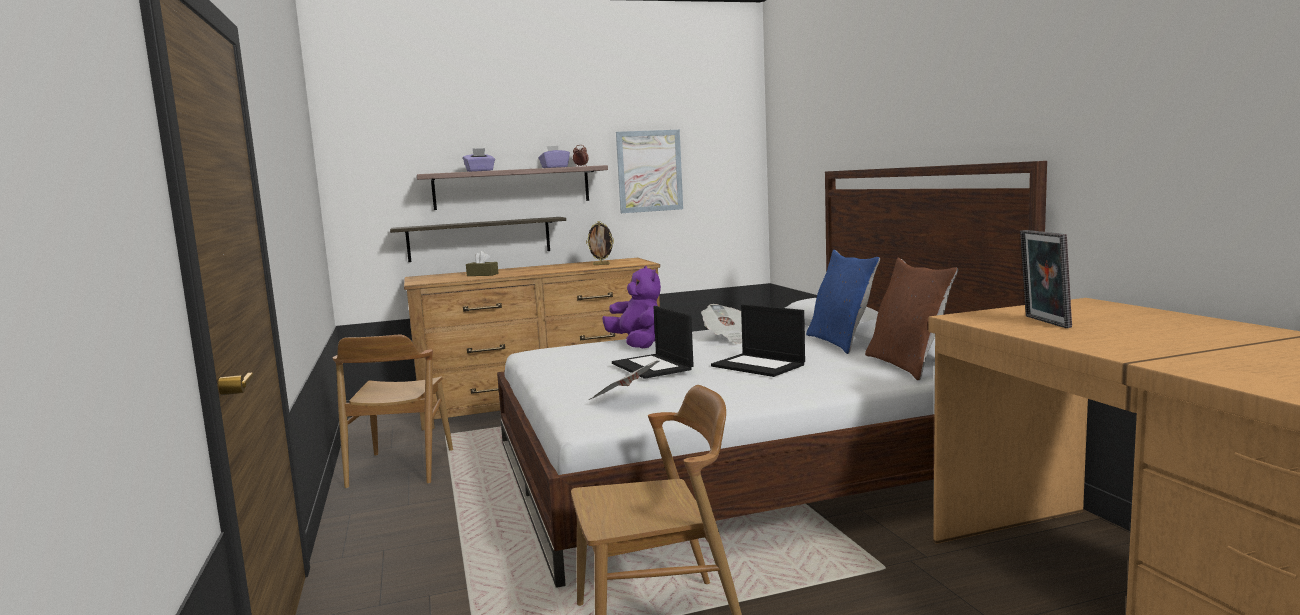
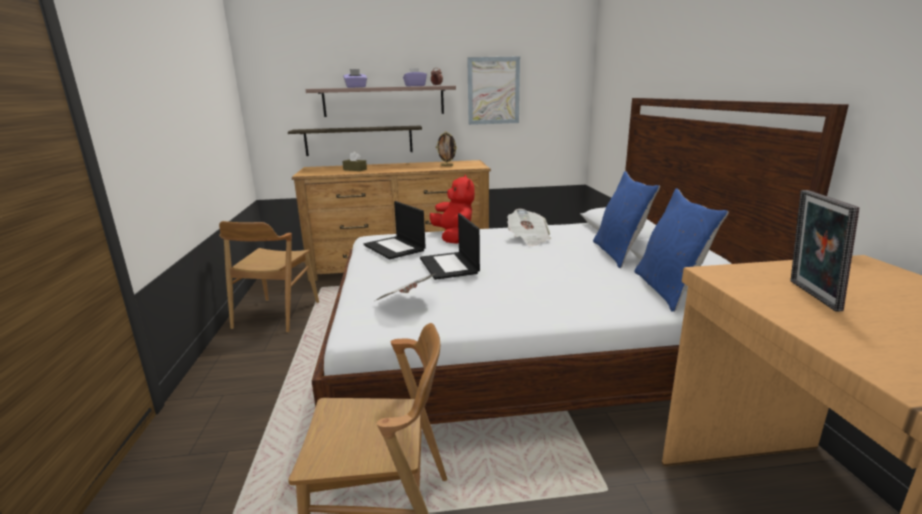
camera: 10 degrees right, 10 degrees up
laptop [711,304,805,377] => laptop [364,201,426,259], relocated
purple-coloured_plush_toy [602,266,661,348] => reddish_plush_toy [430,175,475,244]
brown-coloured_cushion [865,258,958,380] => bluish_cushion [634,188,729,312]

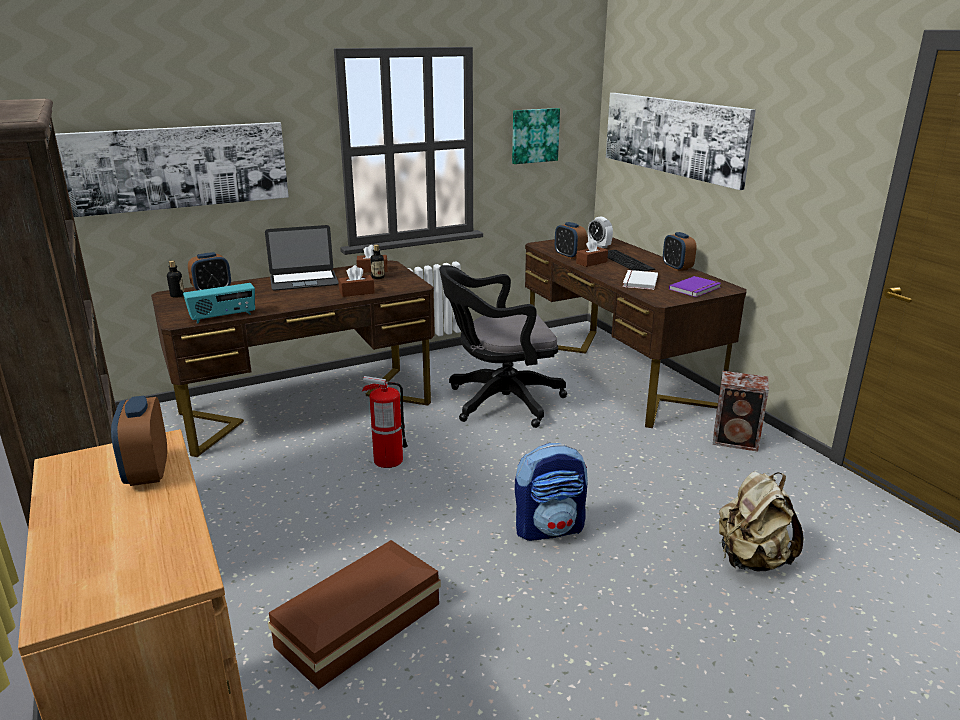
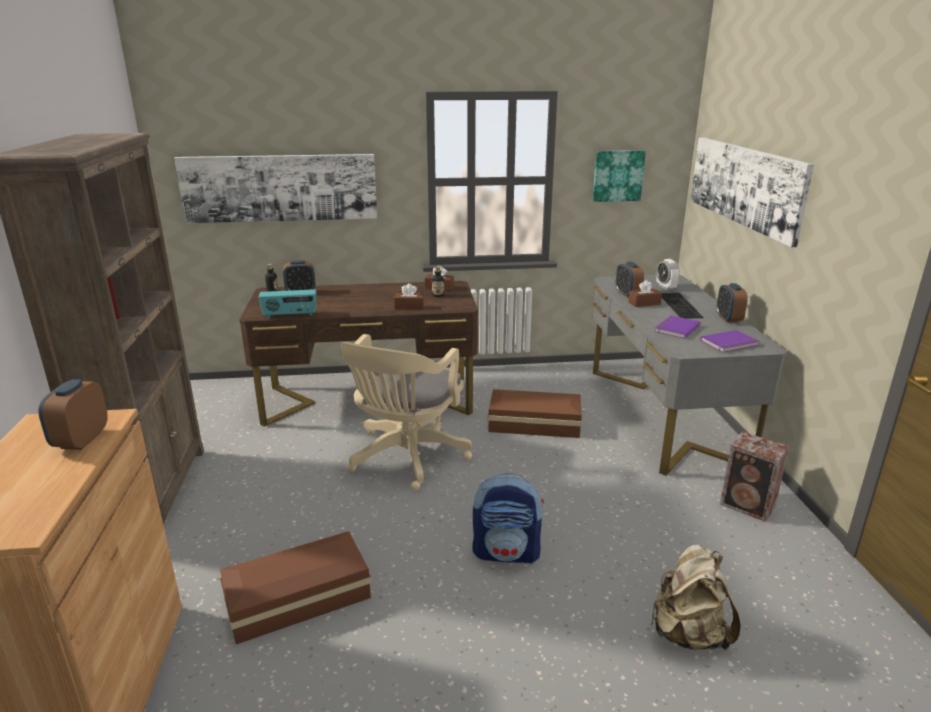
camera: 20 degrees right, 0 degrees up
laptop [265,225,339,290] => nothing
extinguisher [362,376,408,468] => beige_office_chair [340,334,472,490]
black_office_chair [439,265,567,428] => brown-coloured_storage_container [488,389,582,438]
brown-coloured_desk_unit [525,235,747,428] => greyish_desk_unit [592,275,787,476]
white_book [623,270,658,290] => purple-coloured_book [655,315,700,339]

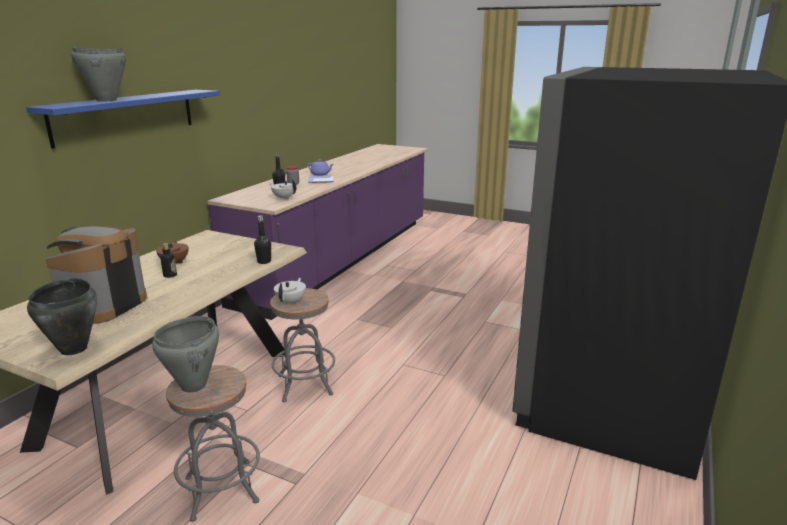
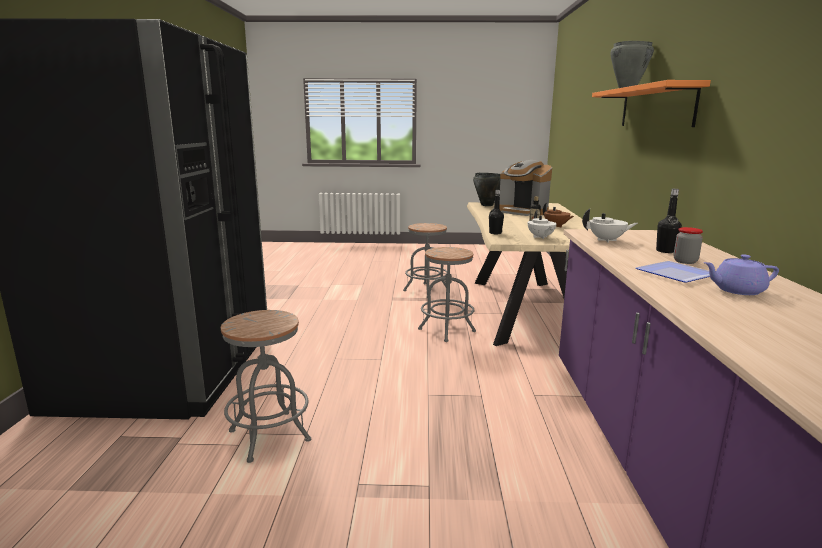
camera: 155 degrees right, 5 degrees down
greyish_saucepot [152,316,219,393] => nothing
nothing => greyish_sitting_stool [221,310,311,463]
white_teapot [274,278,306,305] => white_teapot [528,210,556,239], relocated
bluish_shelf [26,90,220,149] => orange-coloured_shelf [592,80,711,127]
coffee_machine [45,226,147,324] => coffee_machine [499,160,552,216], 135 degrees clockwise

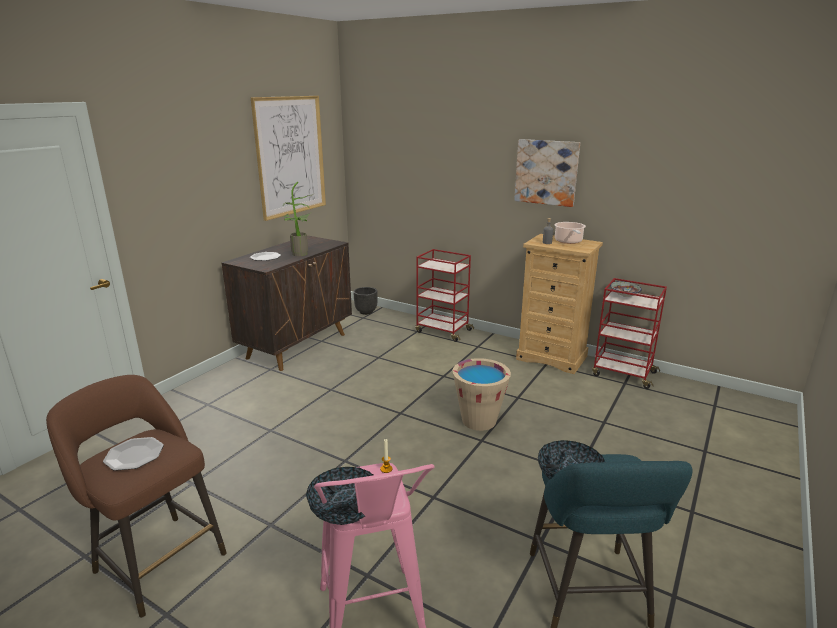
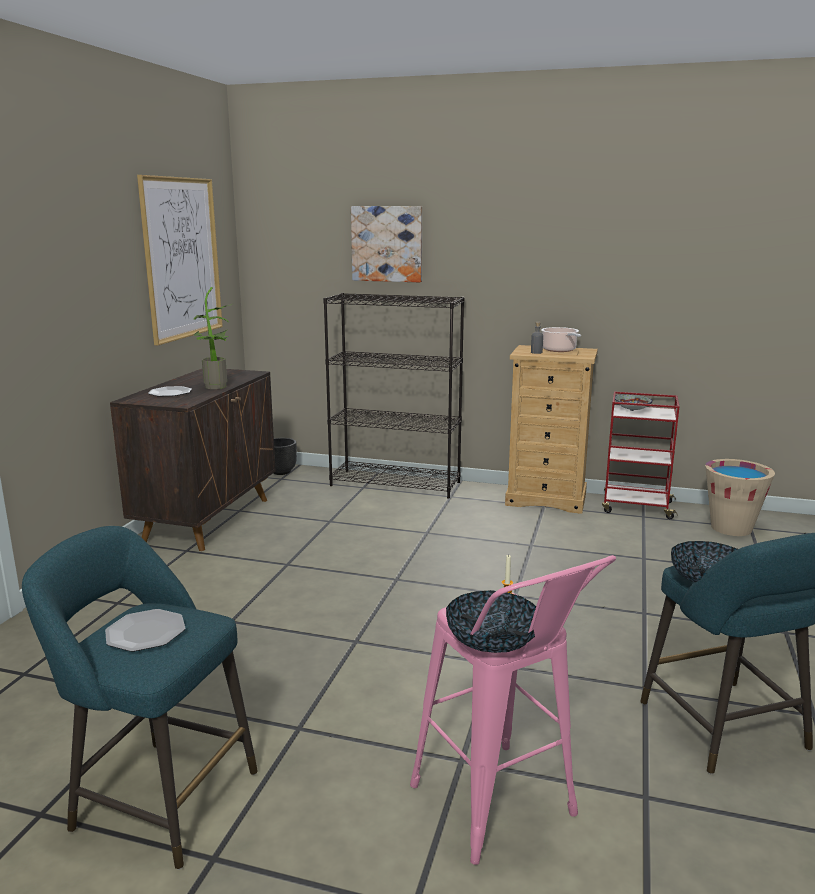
camera: 15 degrees left, 5 degrees down
beige_pail [452,358,511,431] => beige_pail [705,459,775,536], relocated
picture [514,139,580,207] => picture [351,206,422,283], relocated
reddish_cart [415,249,474,342] => black_bookshelf [323,293,464,499]
brown-coloured_sitting_stool [46,375,227,618] => turquoise_sitting_stool [22,526,258,870]

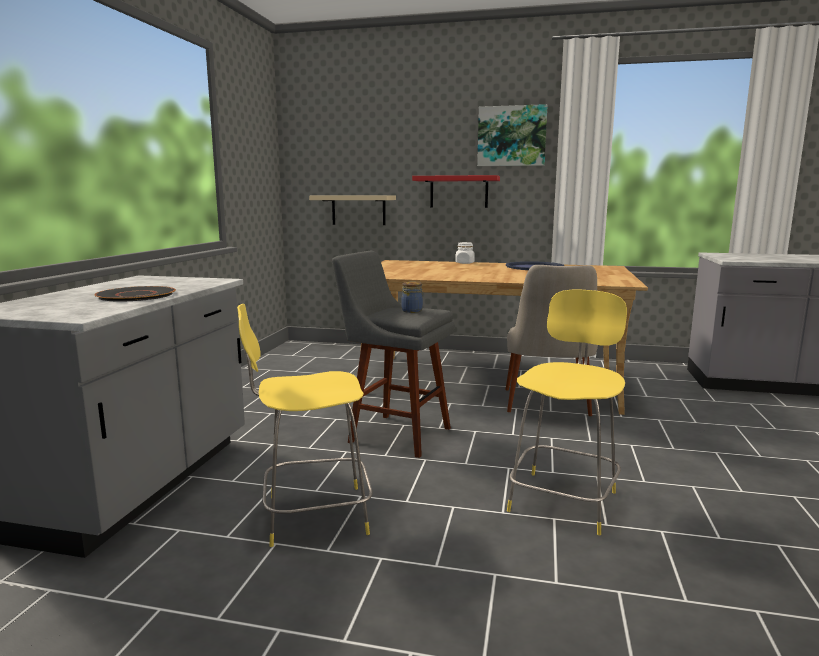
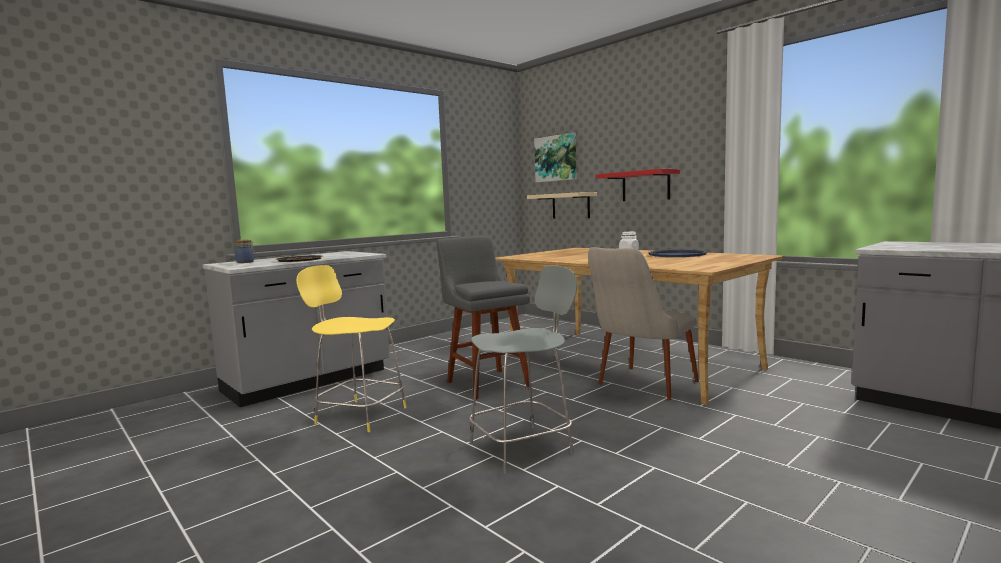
camera: 35 degrees right, 5 degrees down
preserve_jar [401,281,423,313] => preserve_jar [235,239,255,263], relocated
picture [477,104,548,166] => picture [534,132,576,182], relocated
yellowish_sitting_stool [507,290,627,535] => greyish_sitting_stool [469,265,578,474]

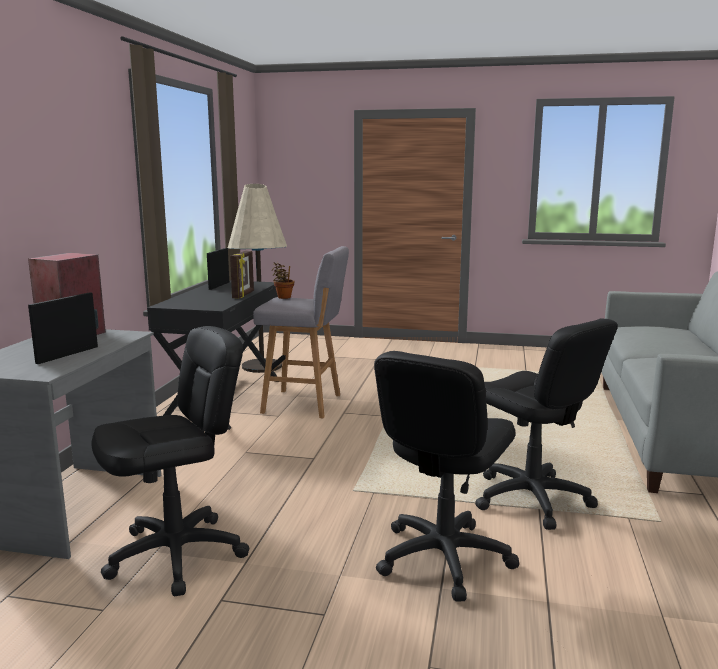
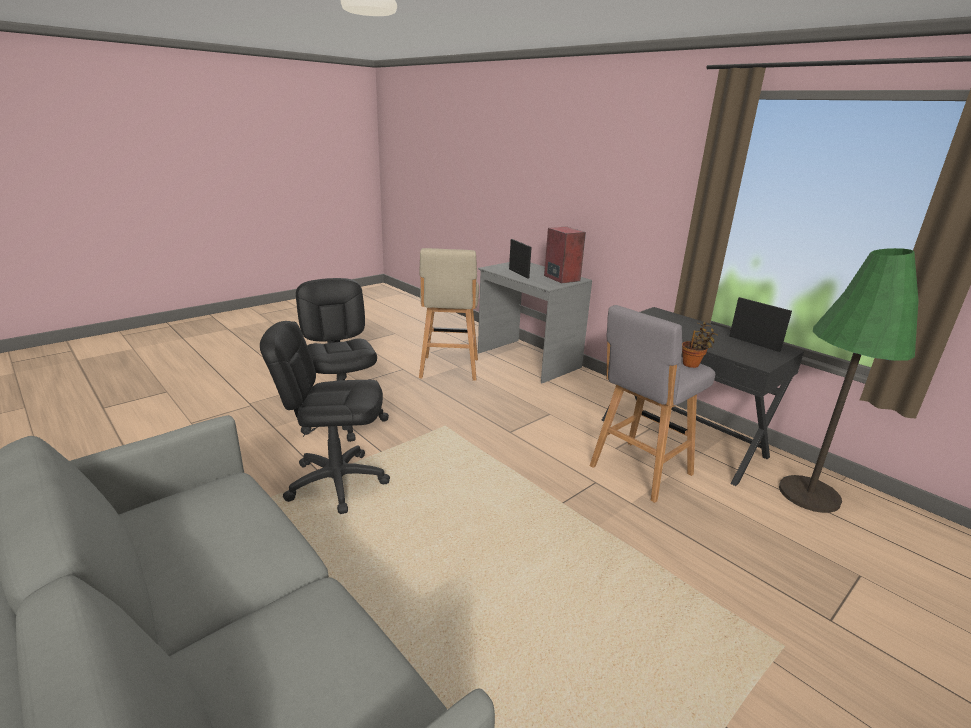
camera: 125 degrees right, 10 degrees up
photo_frame [230,251,254,298] => nothing
black_office_chair [92,326,249,596] => beige_sitting_stool [419,248,479,381]
beige_standard_lamp [228,184,287,373] => green_standard_lamp [779,248,918,513]

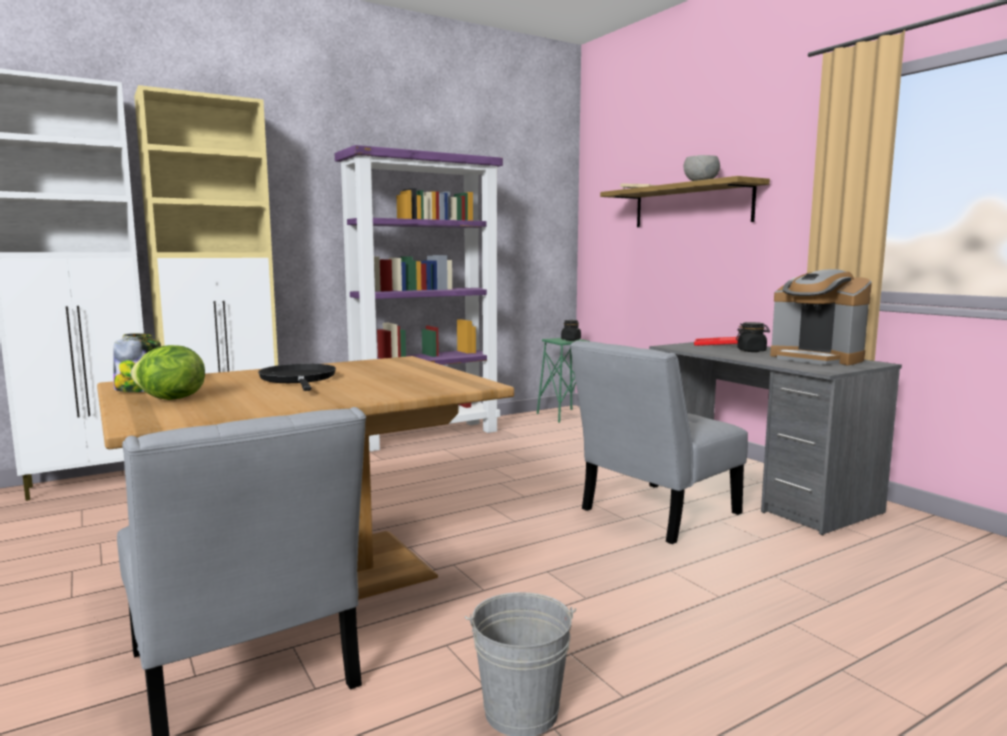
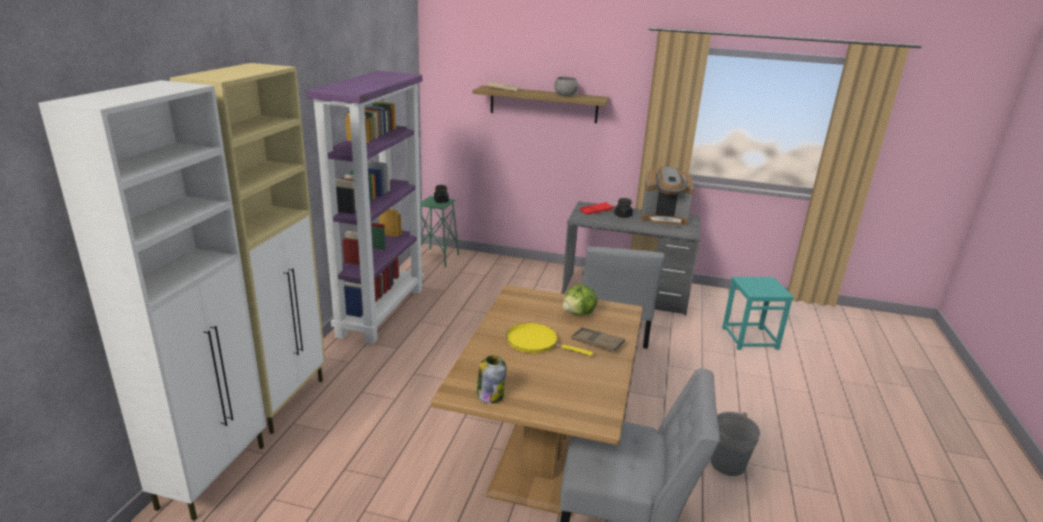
camera: 45 degrees left, 15 degrees up
nothing => brown-coloured_carrying_tray [571,327,625,352]
nothing => turquoise_sitting_stool [722,277,794,350]
head_of_lettuce [131,345,205,400] => head_of_lettuce [562,284,598,316], relocated
black_frying_pan [258,364,336,391] => yellowish_frying_pan [506,323,593,356]

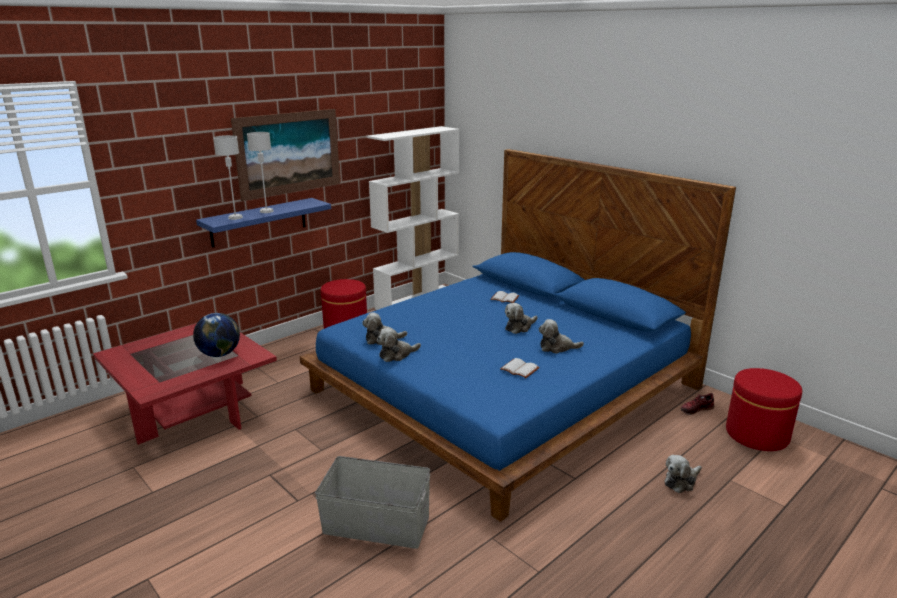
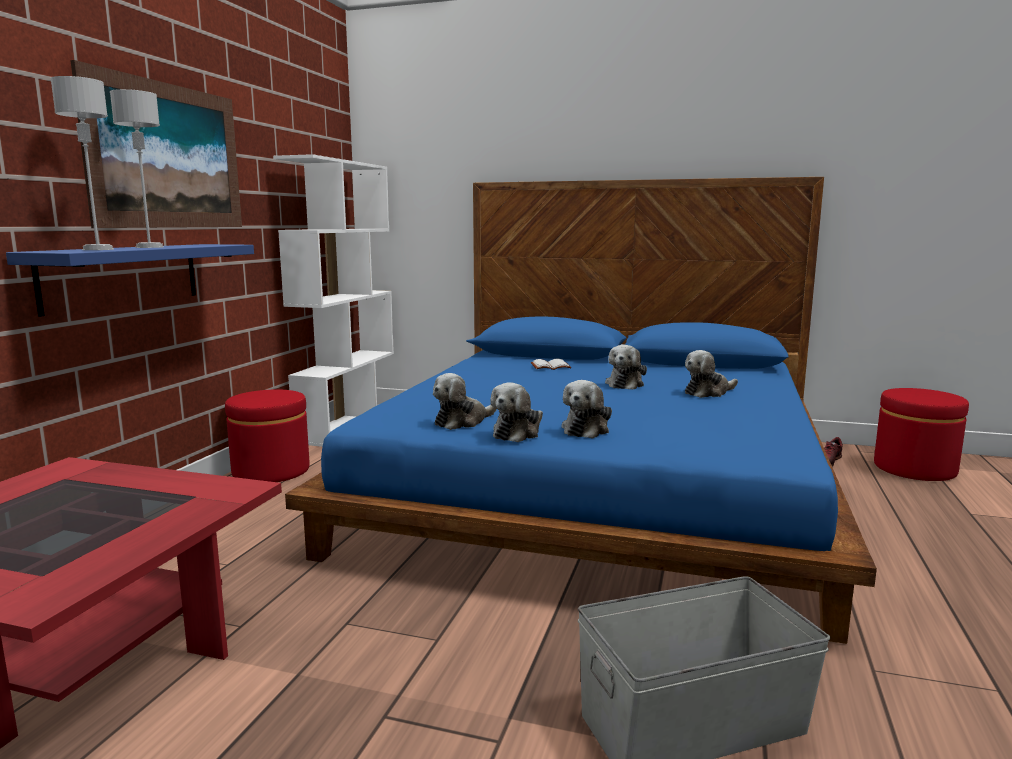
camera: 30 degrees left, 10 degrees down
world_globe [193,313,240,357] => nothing
white_book [500,358,540,378] => nothing
plush_toy [664,455,702,493] => plush_toy [561,380,612,438], relocated

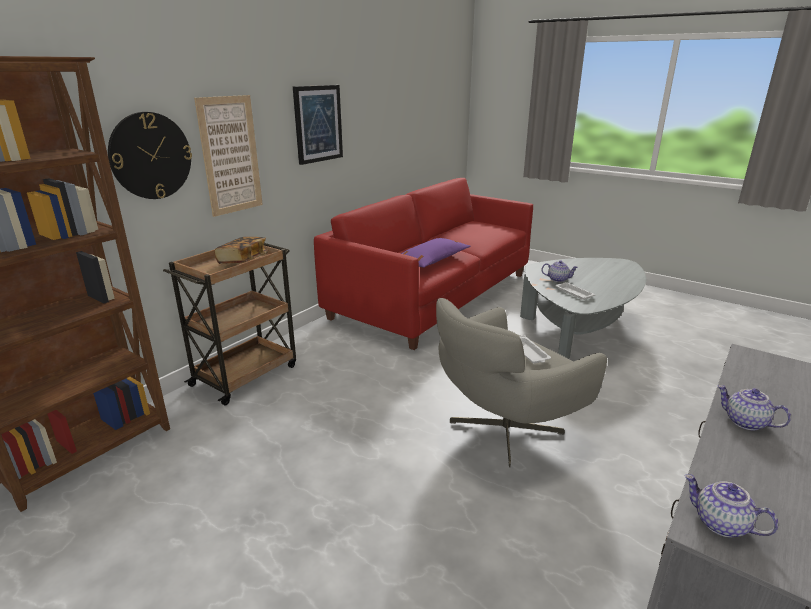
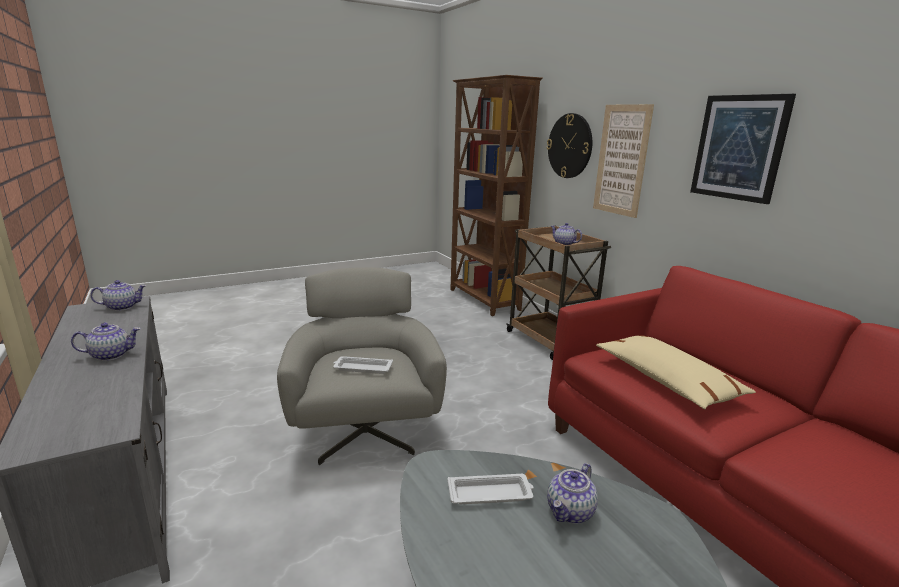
camera: 115 degrees right, 5 degrees down
book [214,237,268,264] => teapot [551,223,582,245]
purple-coloured_cushion [401,238,471,268] => beige_cushion [596,335,756,409]

